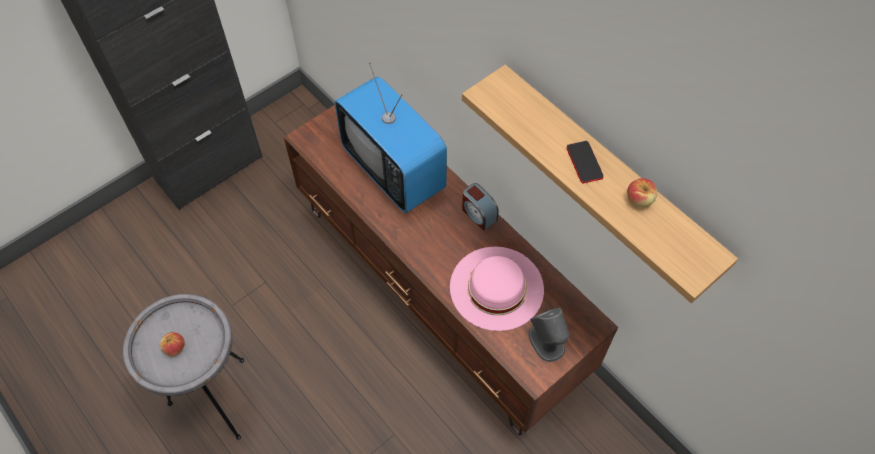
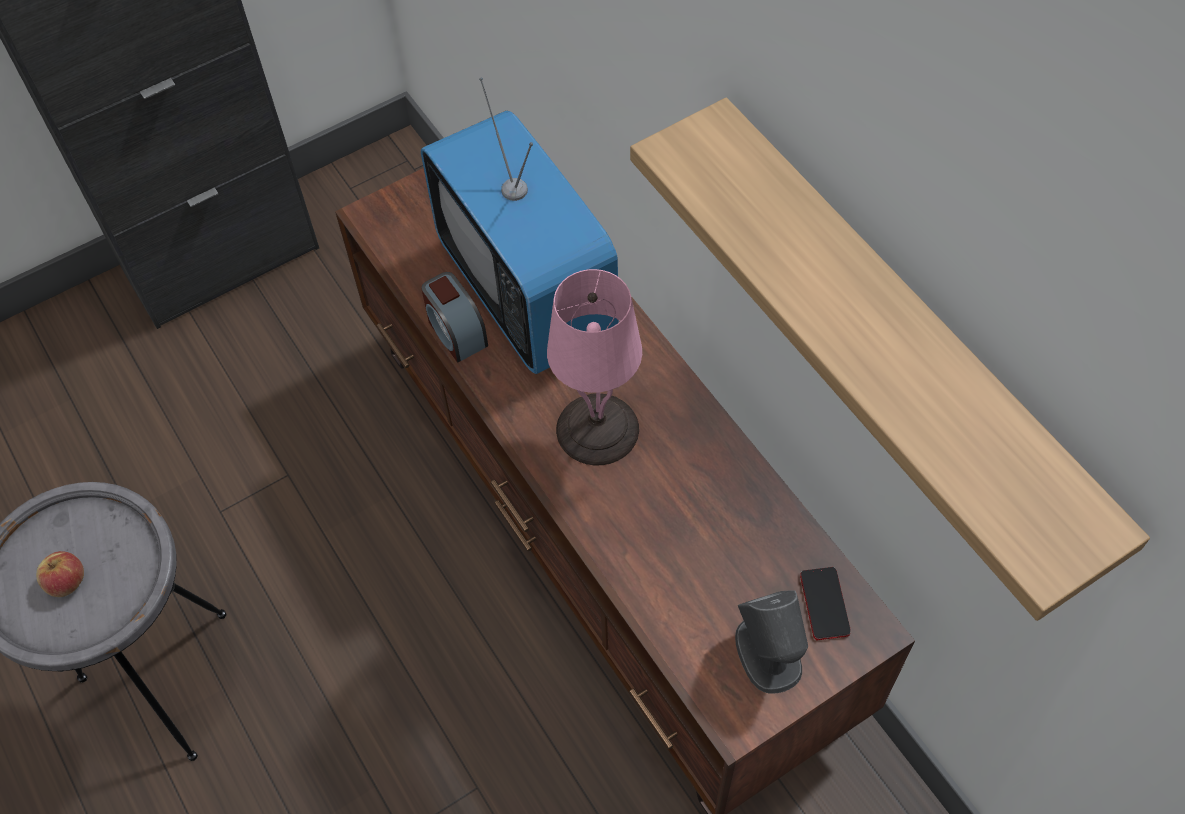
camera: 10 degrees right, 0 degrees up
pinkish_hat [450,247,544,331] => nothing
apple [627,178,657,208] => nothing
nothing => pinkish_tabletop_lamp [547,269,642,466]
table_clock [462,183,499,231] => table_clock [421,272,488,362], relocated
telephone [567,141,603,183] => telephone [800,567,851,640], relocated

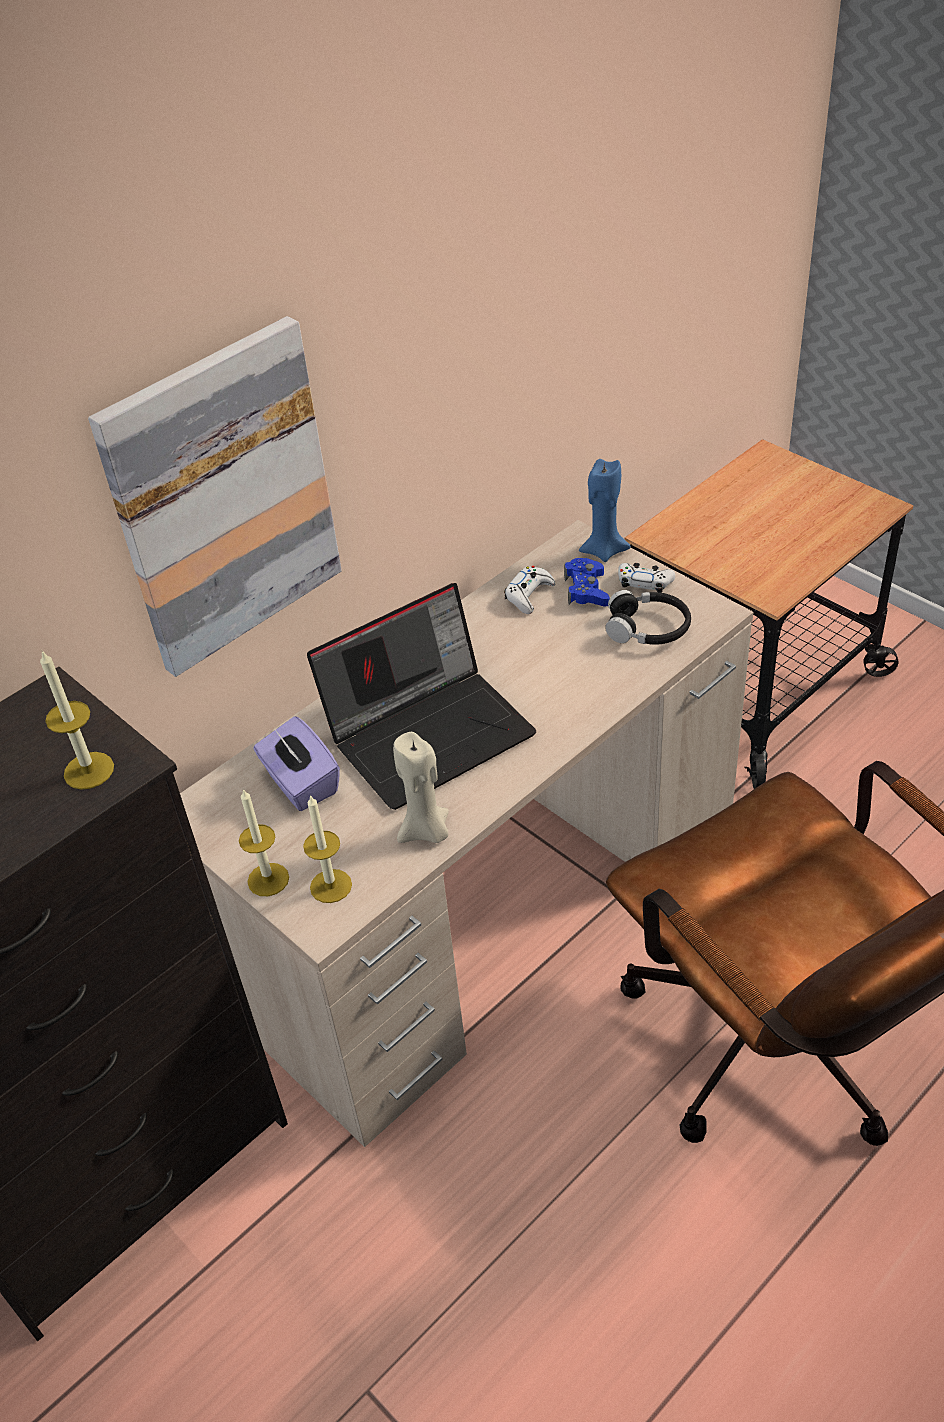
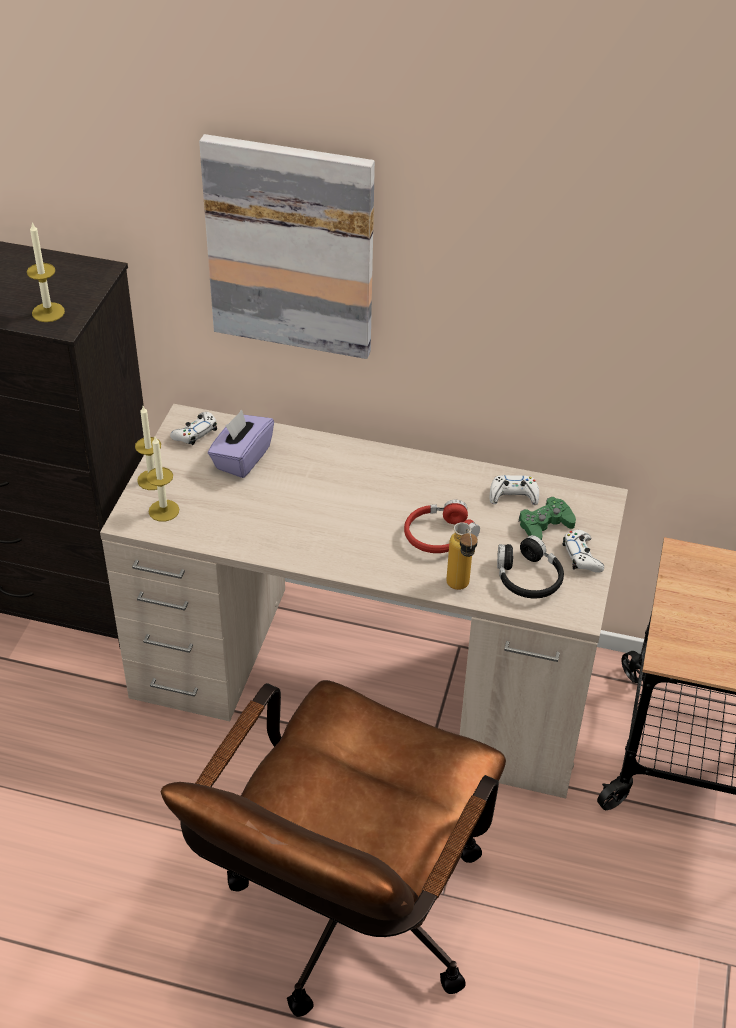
camera: 55 degrees right, 0 degrees up
laptop [307,583,536,810] => nothing
beige_candle [393,732,449,843] => nothing
bluish_candle [579,459,631,562] => nothing
nothing => white_gamepad [170,412,217,445]
nothing => reddish_headset [404,500,480,553]
nothing => beverage_bottle [446,522,478,590]
bluish_gamepad [564,558,610,607] => green_gamepad [519,497,576,540]

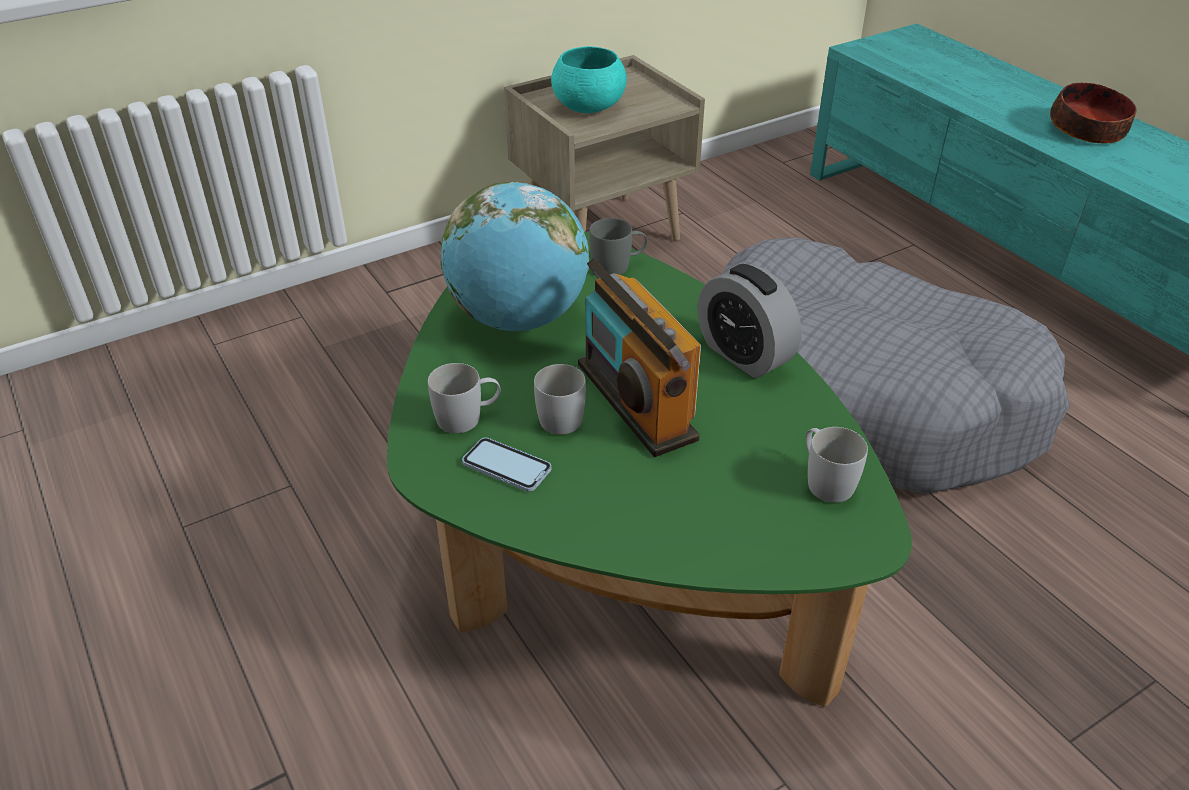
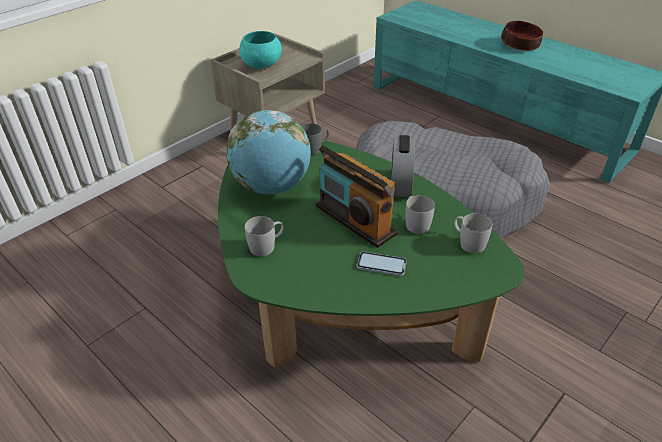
camera: 15 degrees left, 0 degrees up
telephone [462,438,551,492] => telephone [357,251,407,276], relocated
white_mug [534,364,586,435] => white_mug [405,195,435,234], relocated
table_clock [697,264,802,378] => table_clock [391,135,415,197], 60 degrees clockwise

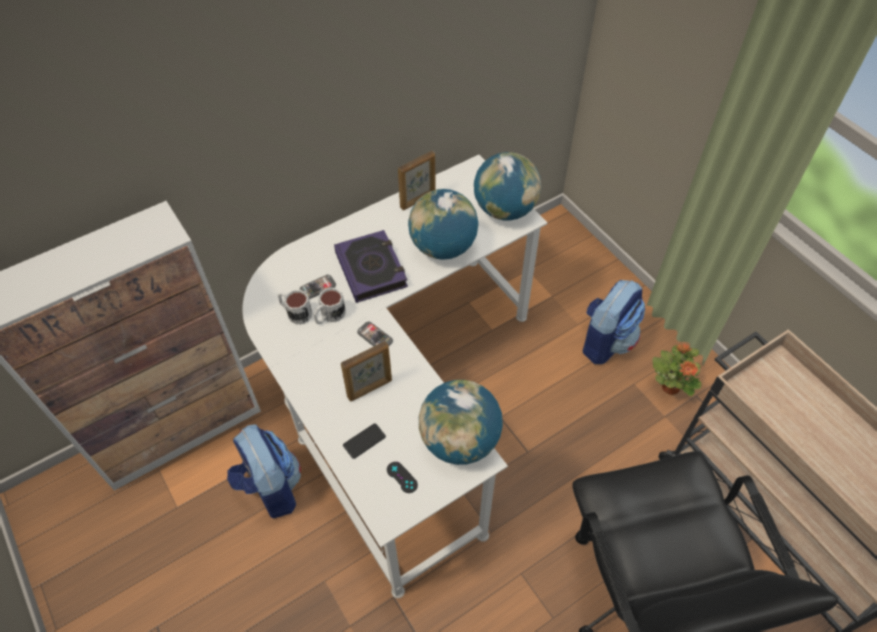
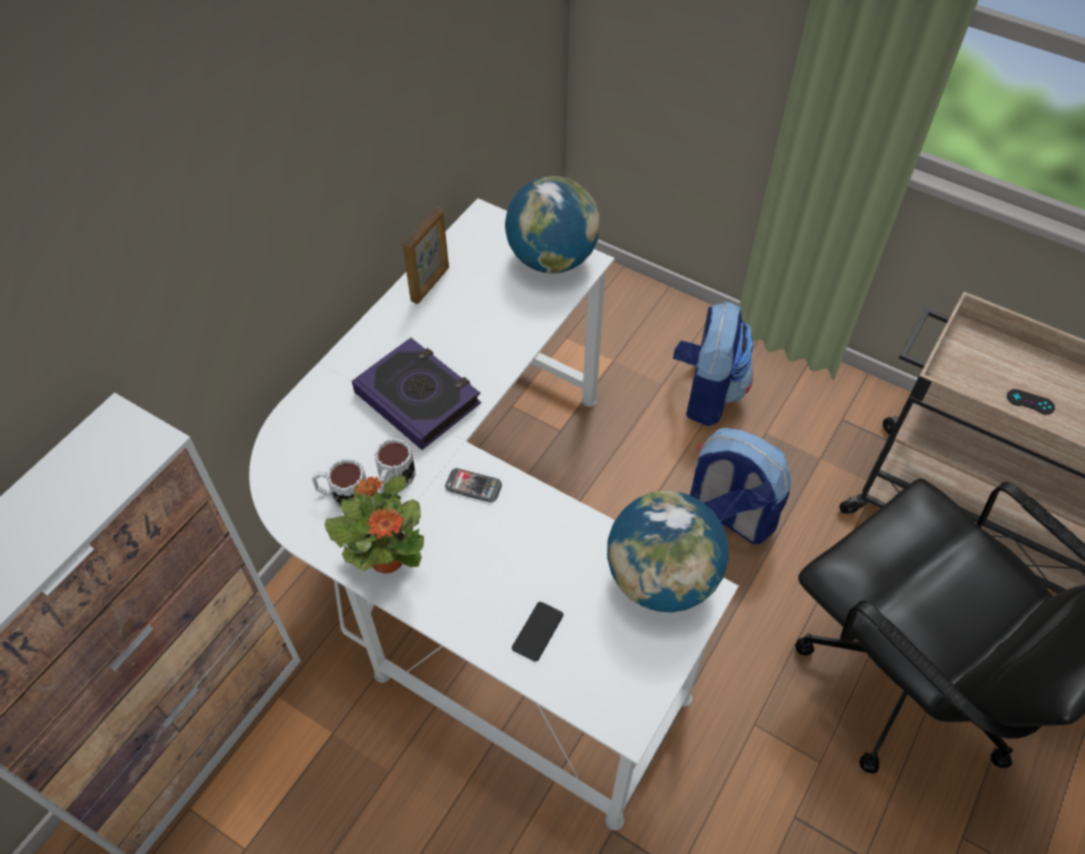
camera: 25 degrees left, 0 degrees up
telephone [299,274,336,299] => nothing
photo_frame [341,341,392,401] => nothing
world_globe [408,189,478,260] => nothing
backpack [227,424,301,519] => backpack [690,428,792,544], relocated
black_gamepad [387,462,418,493] => black_gamepad [1007,389,1055,415], relocated
houseplant [652,344,702,396] => houseplant [325,475,424,574], relocated

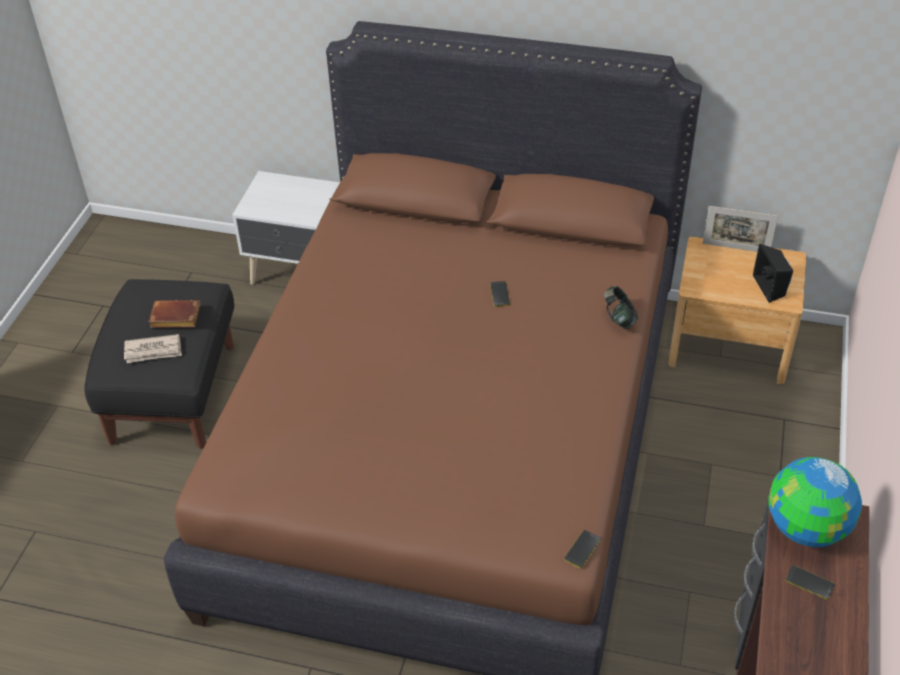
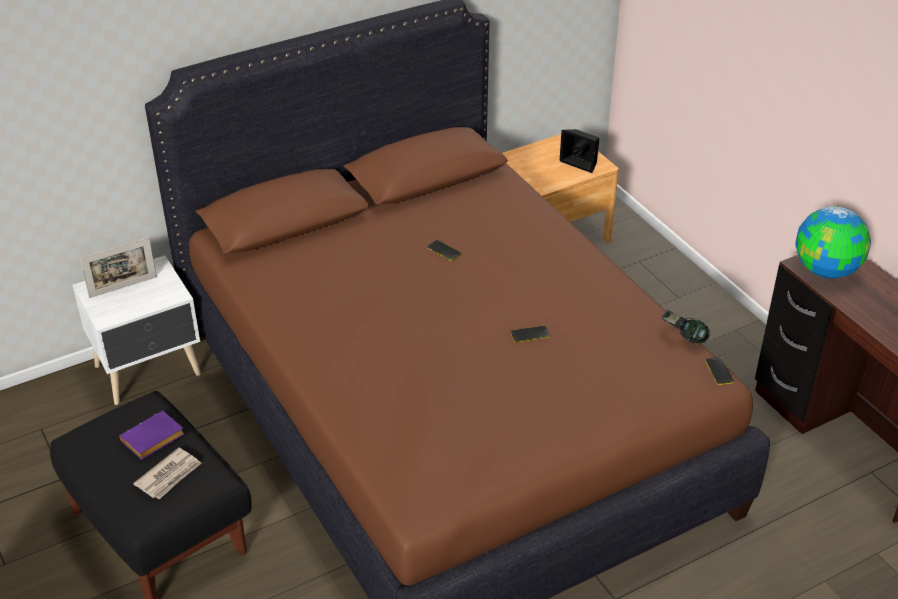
camera: 45 degrees left, 5 degrees down
headset [604,286,638,329] => headset [662,310,710,343], relocated
photo_frame [703,206,778,252] => photo_frame [80,237,157,298], relocated
telephone [785,565,835,600] => telephone [511,325,549,343], relocated
brown-coloured_book [149,300,200,328] => purple-coloured_book [119,411,184,460]

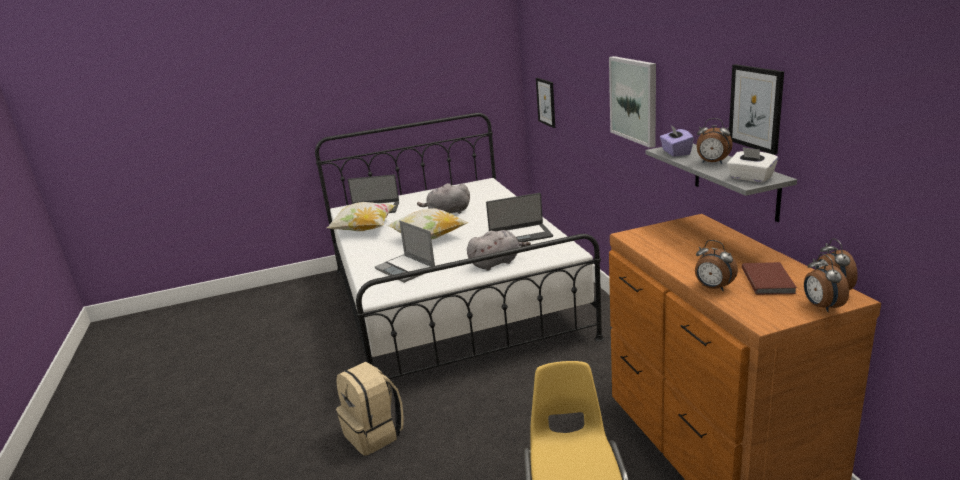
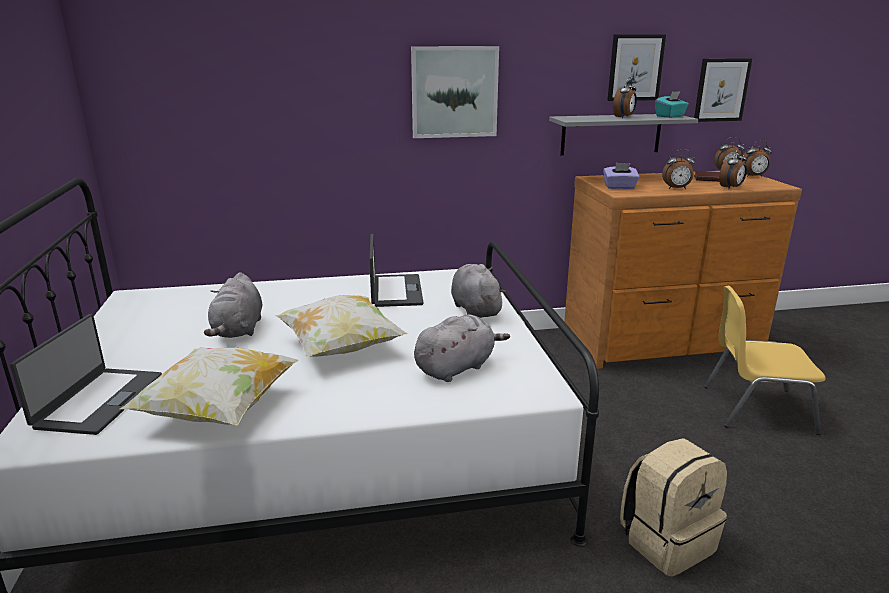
camera: 85 degrees left, 0 degrees up
nothing => table_clock [662,149,695,189]
picture [536,78,555,128] => picture [694,58,752,122], relocated
purple-coloured_tissue_box [660,124,694,157] => purple-coloured_tissue_box [603,163,639,189], relocated
laptop [375,220,435,283] => greyish_plush_toy [414,315,510,382]
white_tissue_box [727,147,778,182] => turquoise_tissue_box [655,91,689,118]

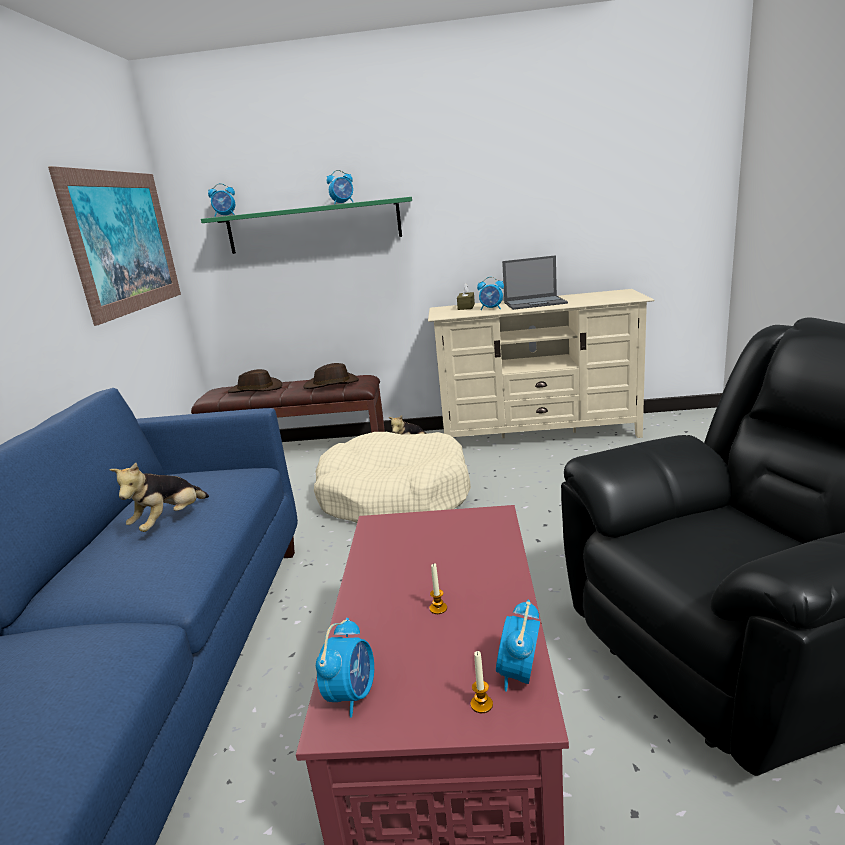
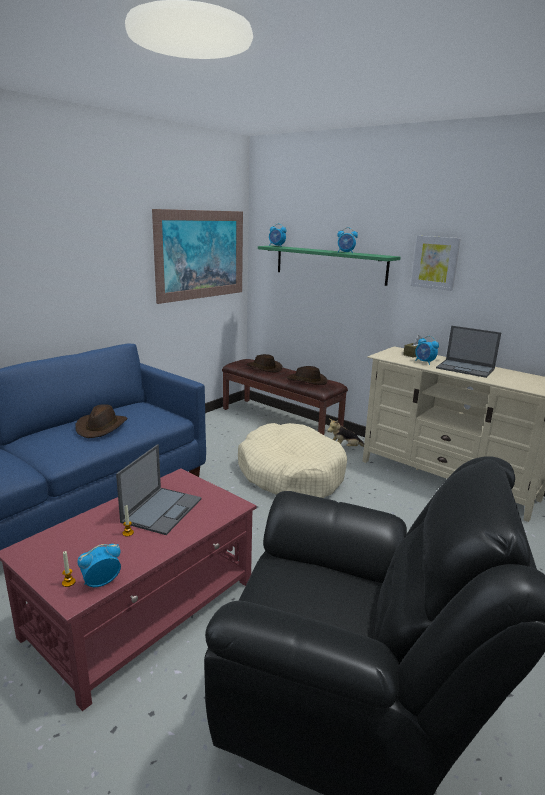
camera: 35 degrees right, 0 degrees up
table_clock [316,618,374,718] => nothing
nothing => laptop [116,444,202,535]
nothing => picture [411,236,461,291]
plush_toy [109,463,209,532] => brown-coloured_hat [75,404,128,438]

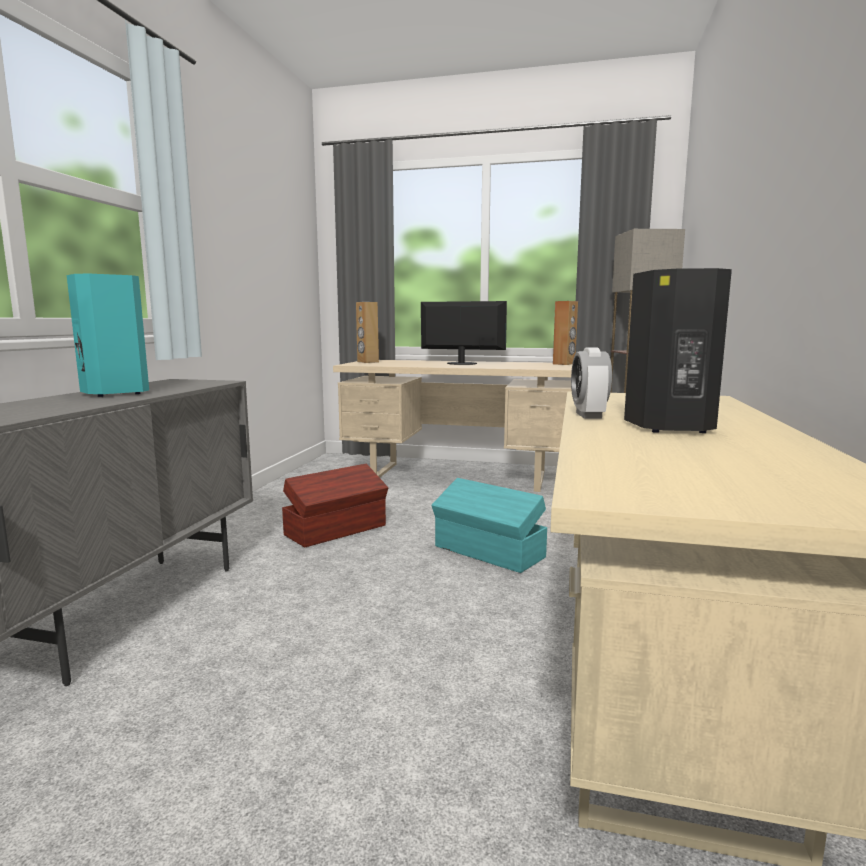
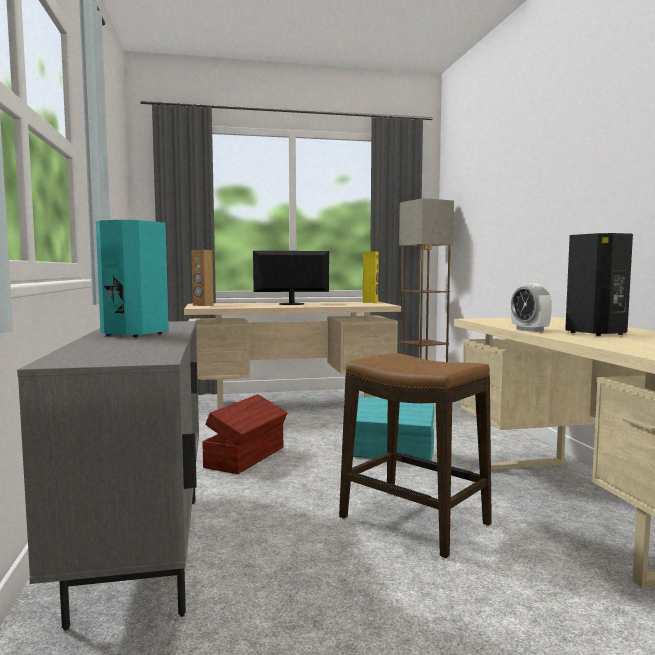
camera: 25 degrees left, 5 degrees down
nothing => sitting_stool [339,353,492,558]
brown-coloured_audio_speaker [553,301,578,365] => yellowish_audio_speaker [363,252,379,303]

